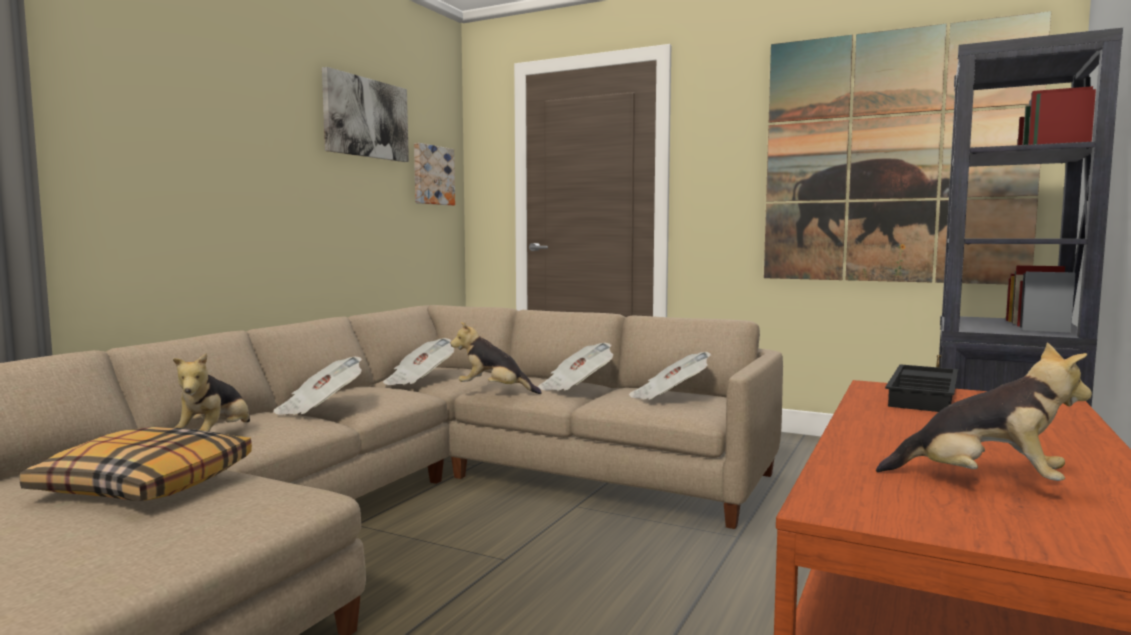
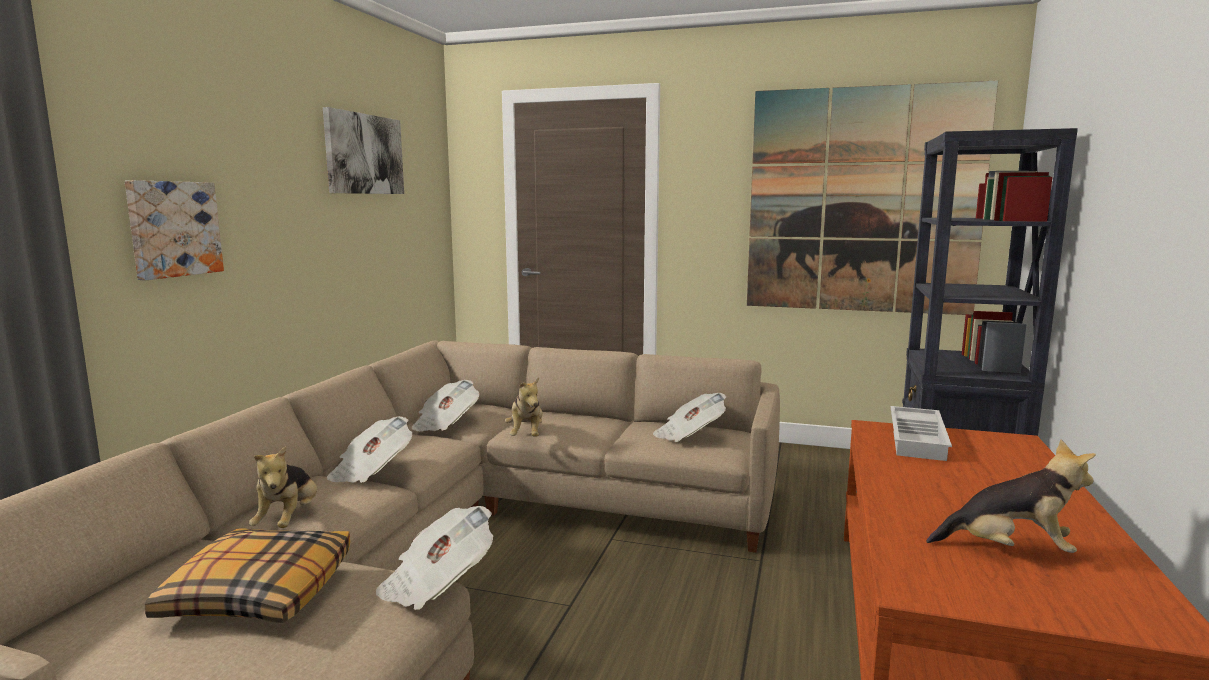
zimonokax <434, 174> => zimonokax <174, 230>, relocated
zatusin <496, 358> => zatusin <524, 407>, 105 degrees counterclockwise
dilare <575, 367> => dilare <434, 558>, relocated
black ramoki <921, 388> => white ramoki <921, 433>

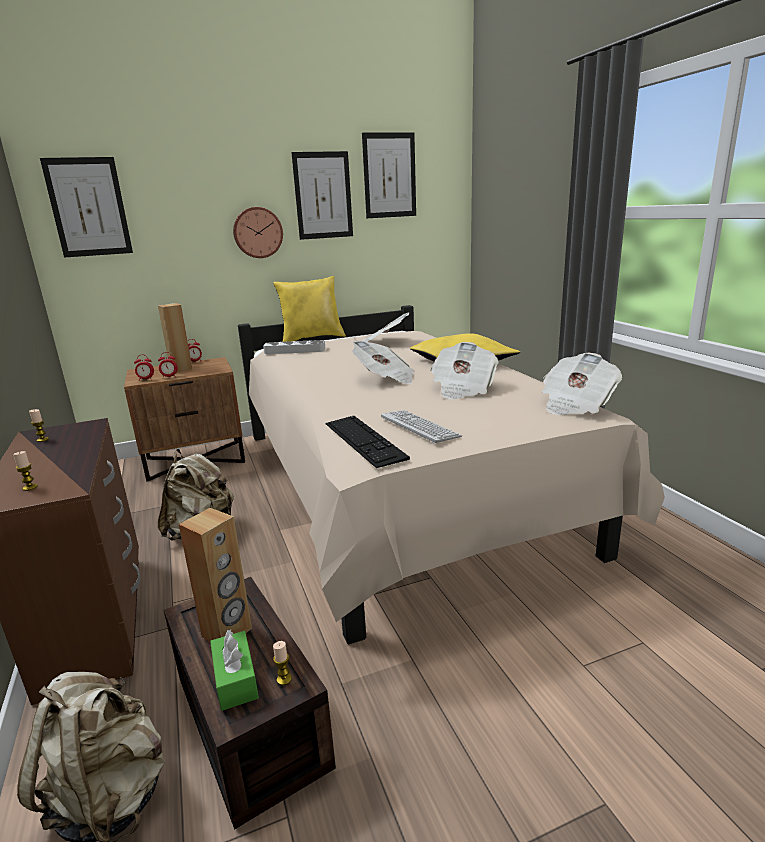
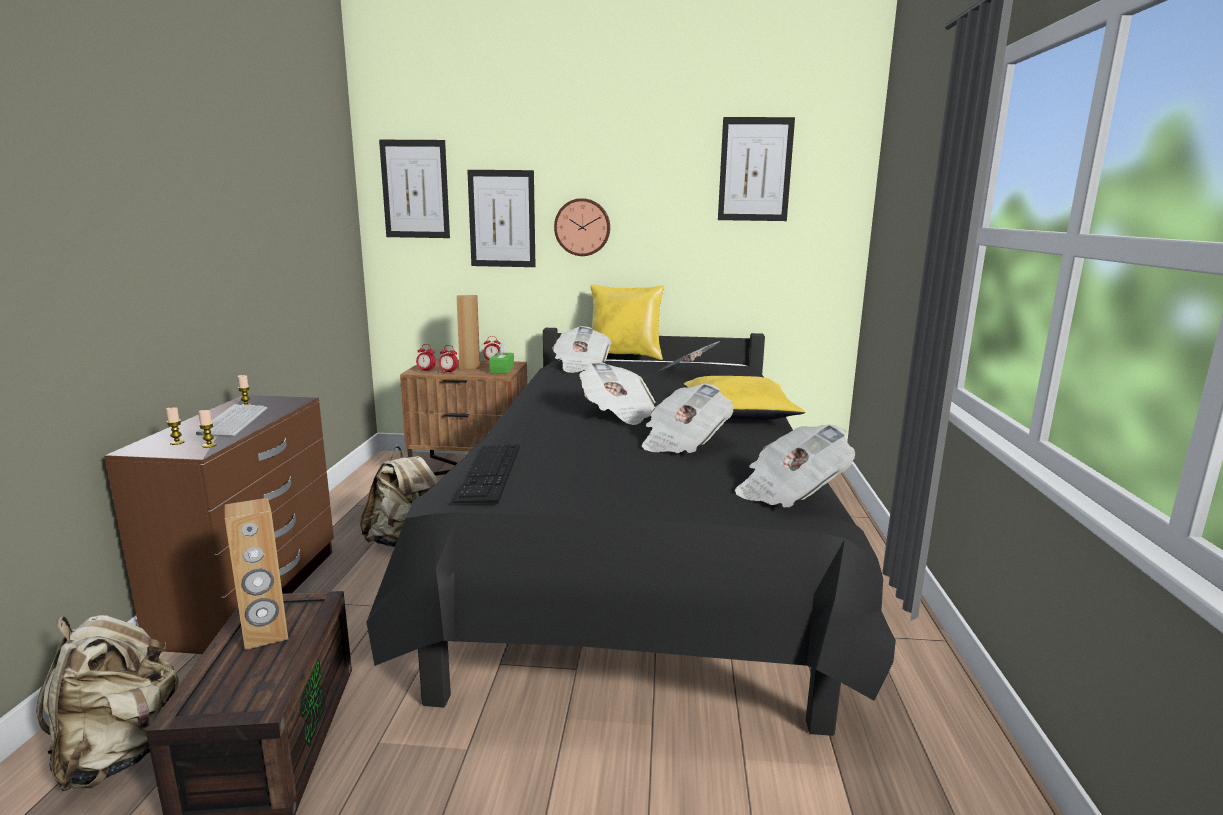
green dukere <234, 670> => green dukere <501, 358>, relocated
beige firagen <451, 475> => black firagen <631, 532>
grey ramoki <294, 347> => dilare <582, 349>
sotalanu <282, 663> => sotalanu <207, 429>, relocated
zimonokax <322, 195> => zimonokax <501, 218>, relocated
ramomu <421, 426> => ramomu <231, 420>, relocated

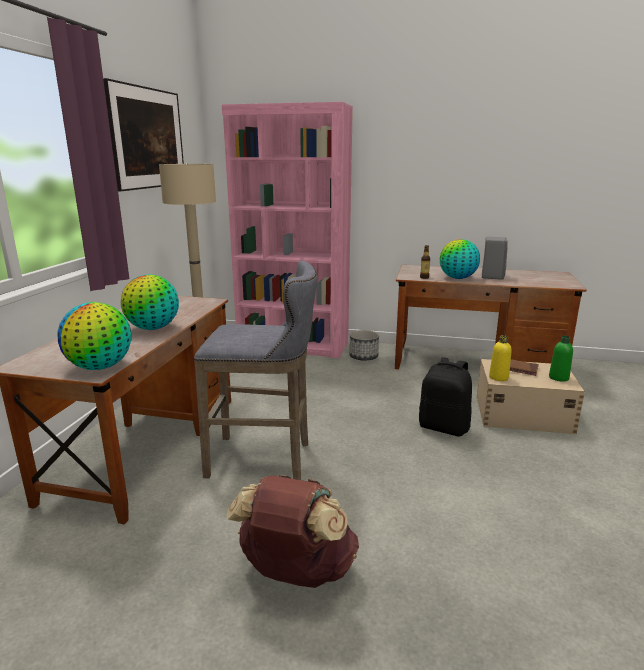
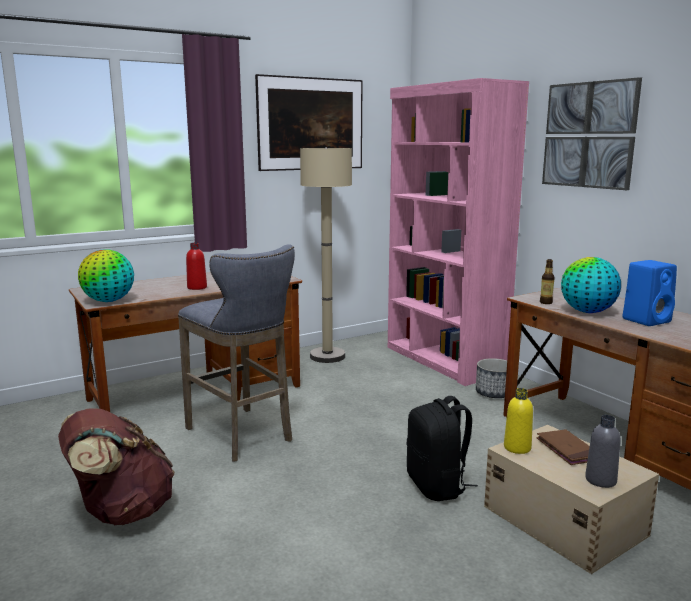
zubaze <150, 302> => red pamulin <196, 266>
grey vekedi <495, 258> => blue vekedi <649, 293>
green pamulin <561, 359> => grey pamulin <603, 451>
nothing => zimonokax <592, 133>

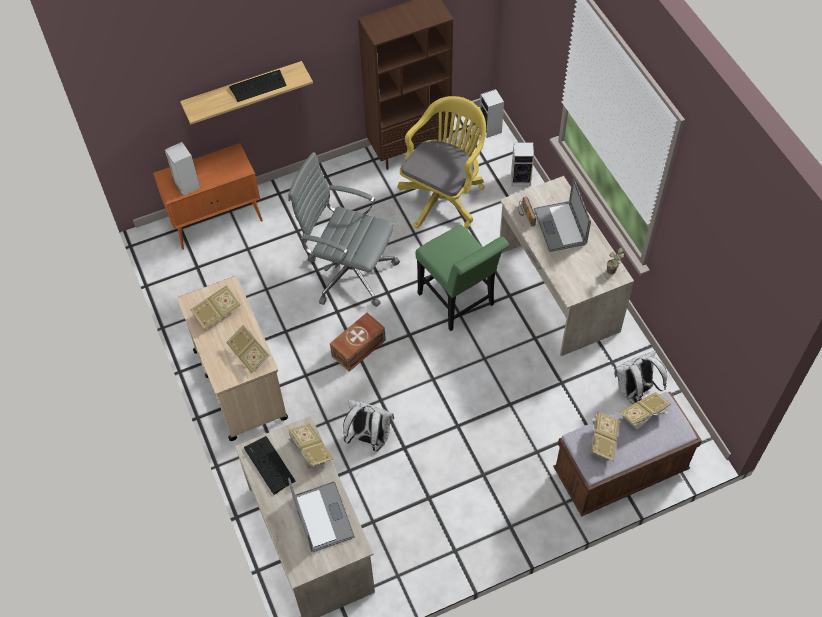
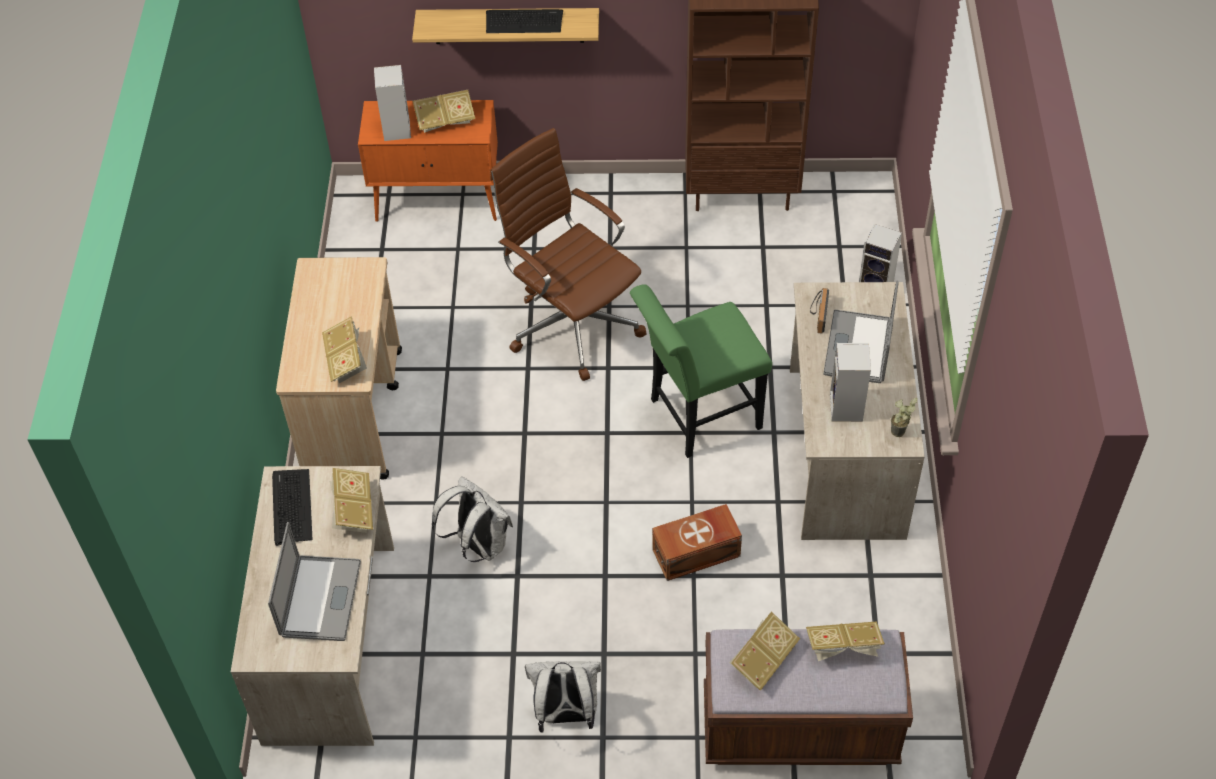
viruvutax <215, 307> => viruvutax <444, 111>, relocated
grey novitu <344, 229> => brown novitu <568, 254>
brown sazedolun <358, 342> => brown sazedolun <697, 542>, relocated
yellow novitu <441, 162> => nothing
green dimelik <462, 278> => green dimelik <701, 371>, 75 degrees clockwise
vekedi <492, 113> => vekedi <850, 382>, relocated
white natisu <641, 377> => white natisu <563, 697>, relocated

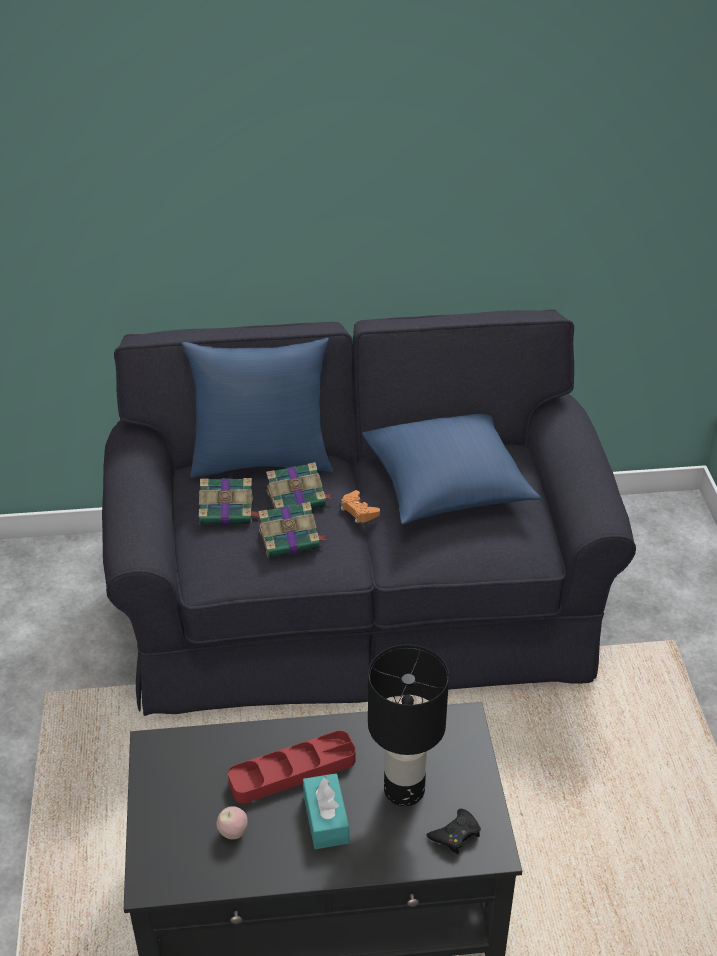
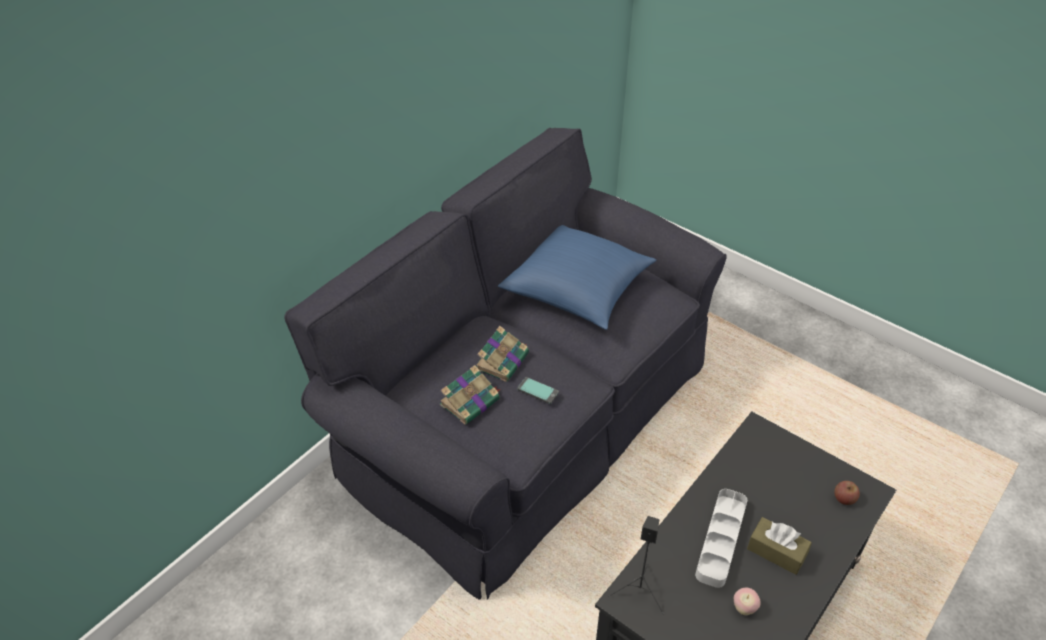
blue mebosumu <257, 408> => nothing
red ramoki <292, 767> => grey ramoki <721, 538>
viruvutax <293, 529> => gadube <538, 390>
turquoise dukere <326, 811> => brown dukere <779, 546>
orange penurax <360, 506> => nothing
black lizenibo <408, 725> => nothing
black penurax <454, 831> => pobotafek <847, 493>
nothing => black vekedi <636, 565>

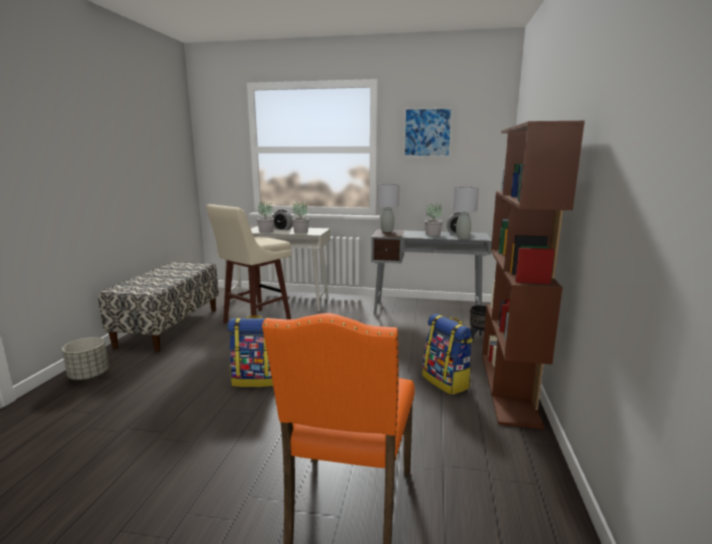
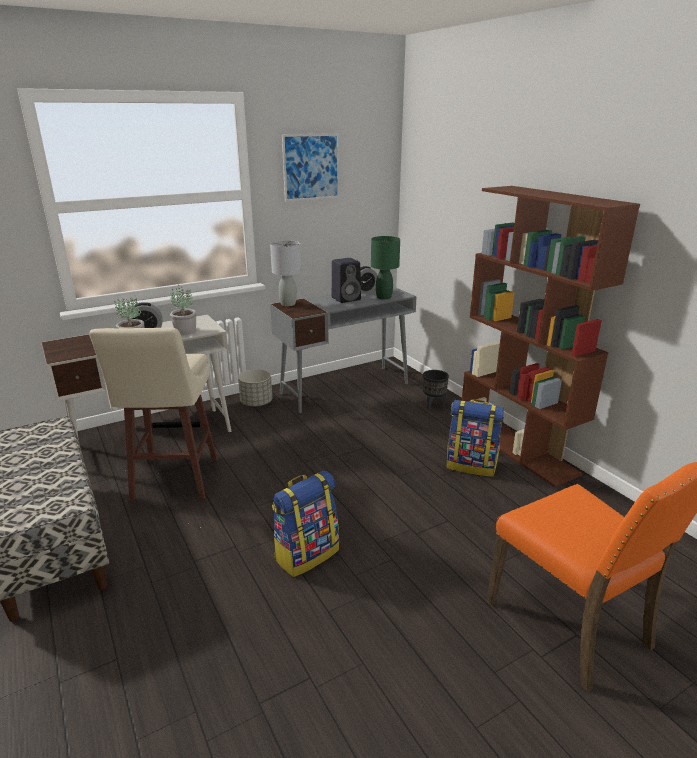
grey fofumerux <85, 358> => grey fofumerux <255, 388>, relocated
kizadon <434, 220> => black vekedi <346, 280>
grey lizenibo <465, 212> => green lizenibo <385, 268>

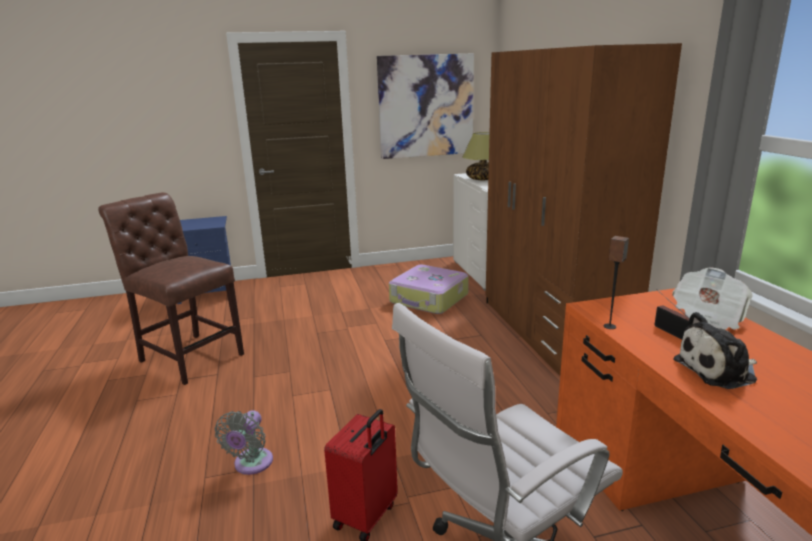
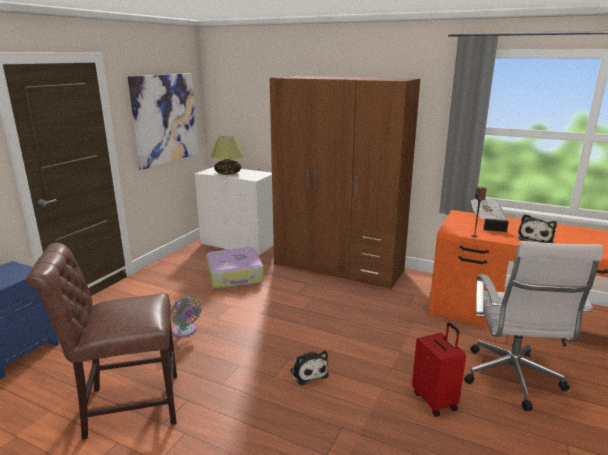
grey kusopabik <244, 442> => grey kusopabik <186, 316>, relocated
nothing => zatusin <309, 368>

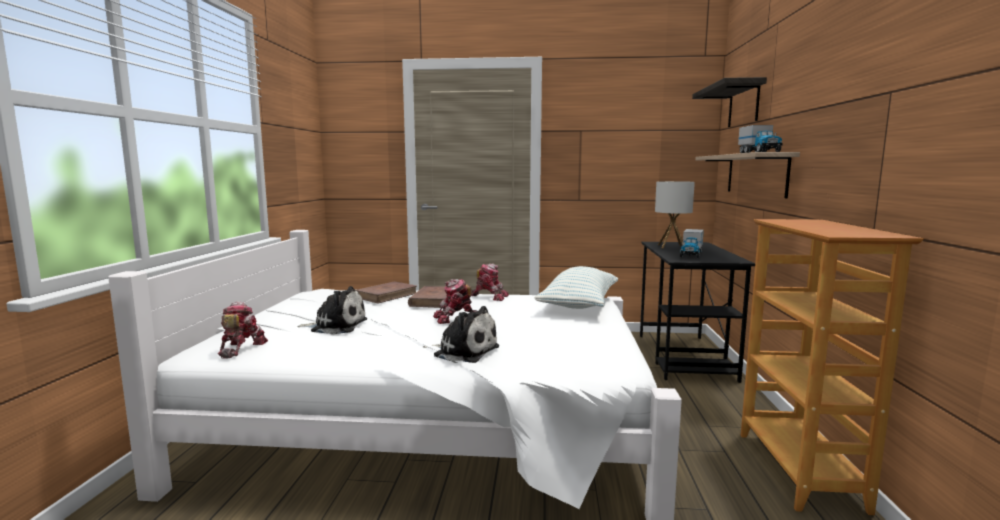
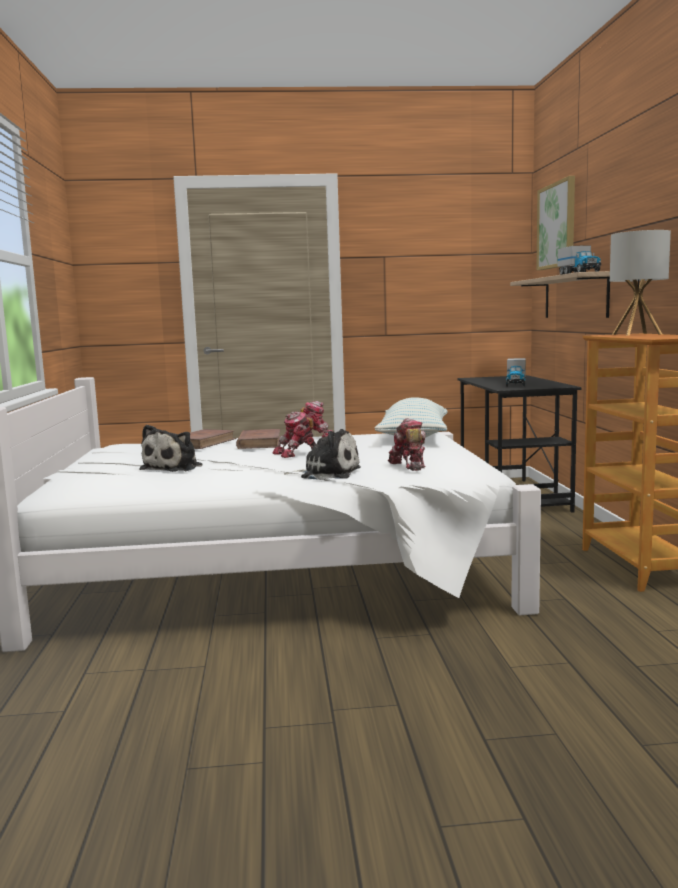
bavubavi <243, 330> => bavubavi <406, 444>, relocated
zatusin <332, 310> => zatusin <171, 448>, 120 degrees clockwise
lizenibo <675, 214> => lizenibo <640, 283>, relocated
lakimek <729, 102> => zimonokax <555, 223>

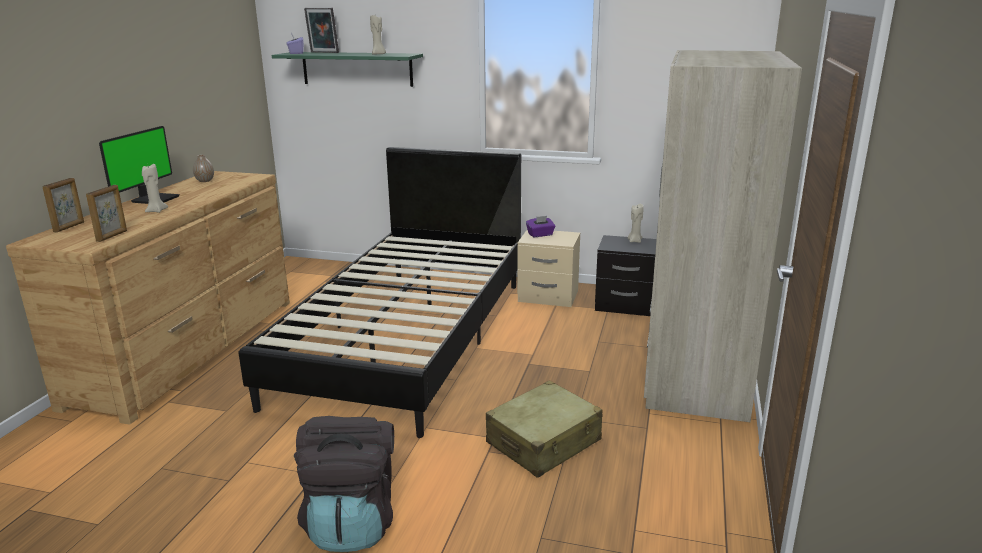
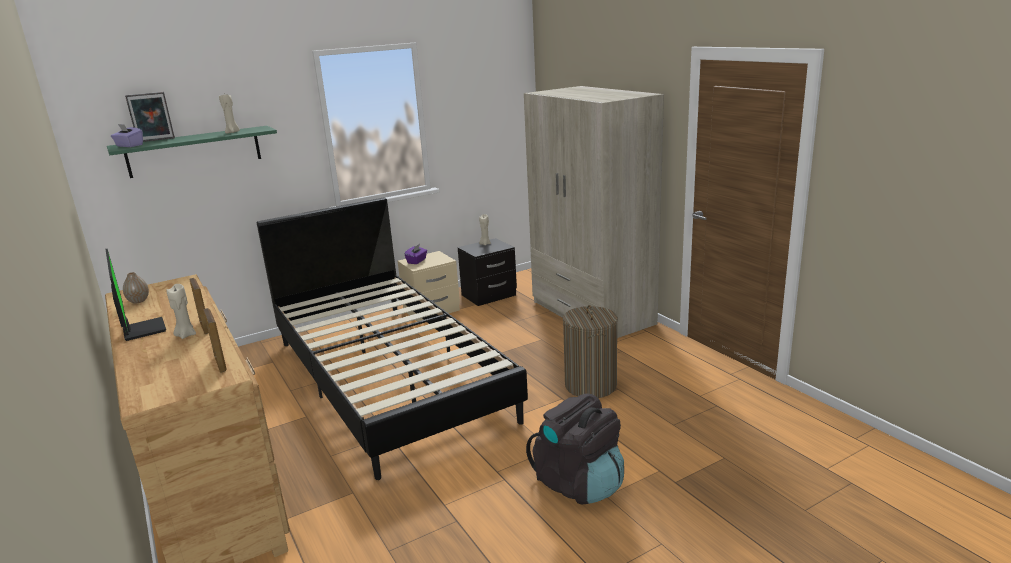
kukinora <63, 205> => kukinora <199, 306>, relocated
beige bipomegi <544, 429> => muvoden <590, 351>

